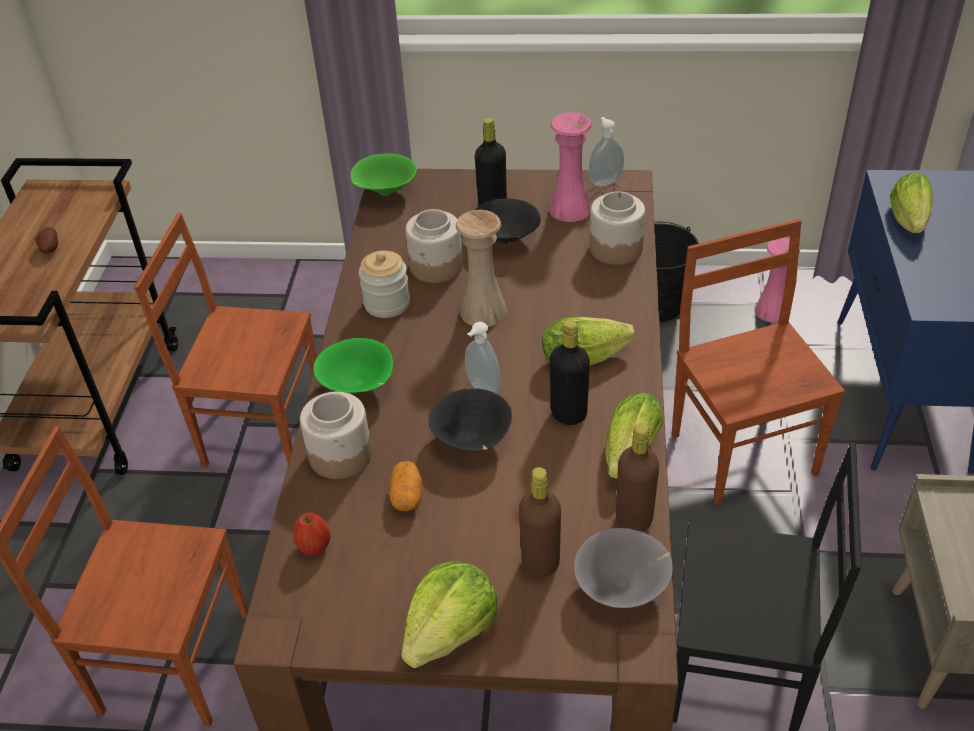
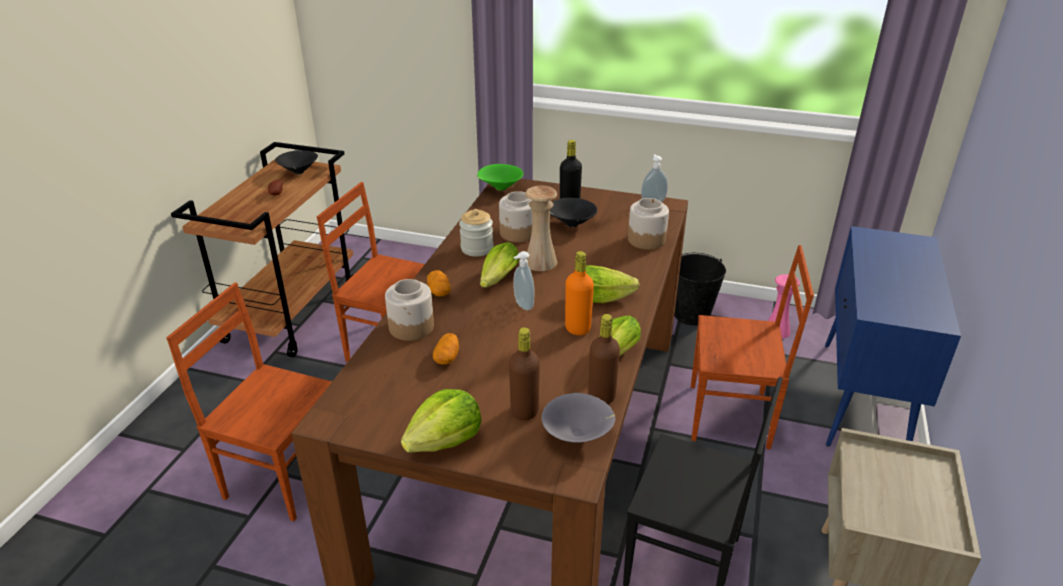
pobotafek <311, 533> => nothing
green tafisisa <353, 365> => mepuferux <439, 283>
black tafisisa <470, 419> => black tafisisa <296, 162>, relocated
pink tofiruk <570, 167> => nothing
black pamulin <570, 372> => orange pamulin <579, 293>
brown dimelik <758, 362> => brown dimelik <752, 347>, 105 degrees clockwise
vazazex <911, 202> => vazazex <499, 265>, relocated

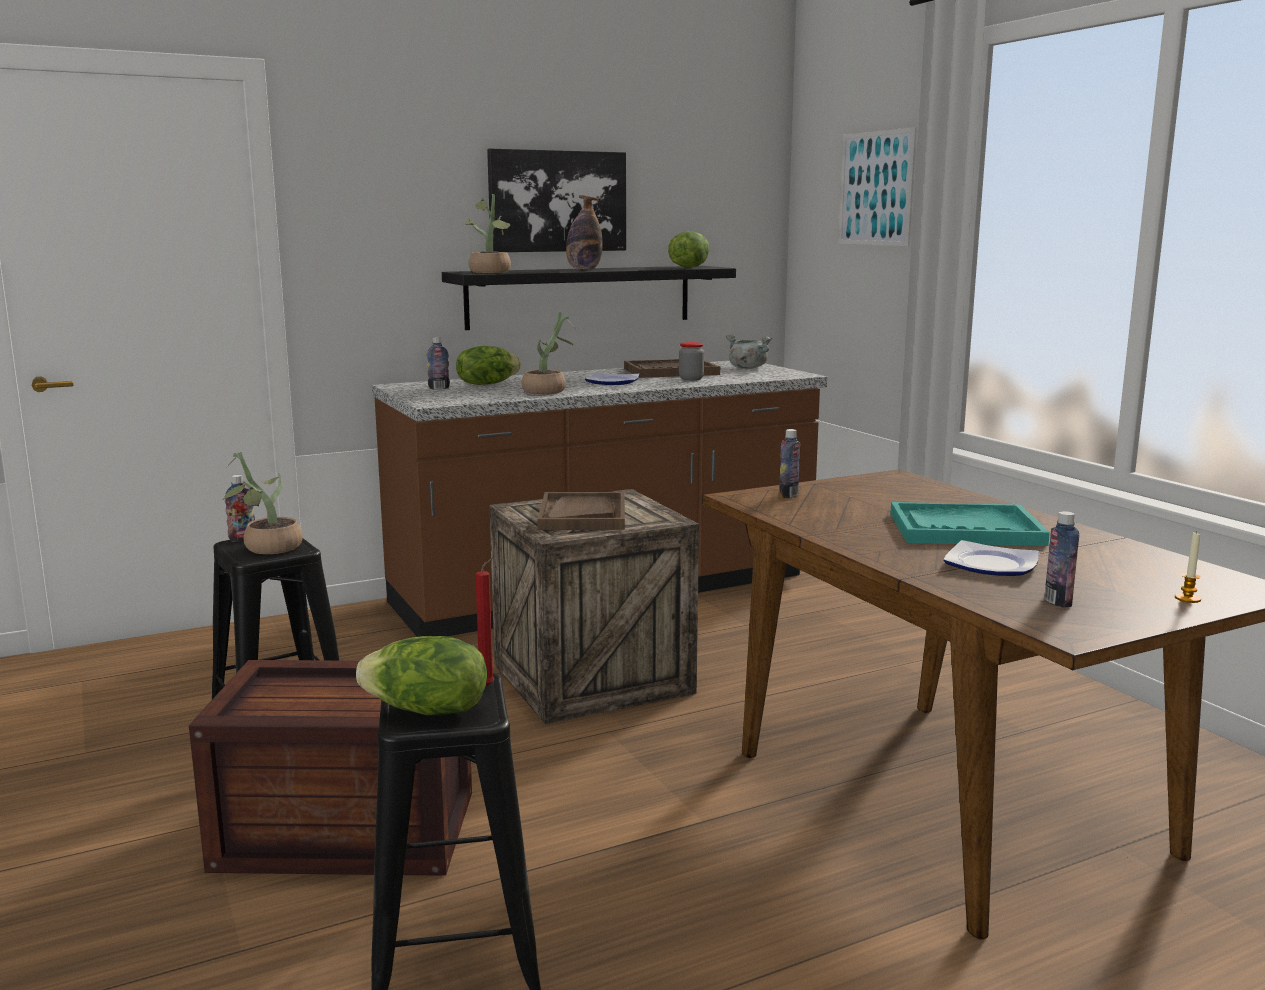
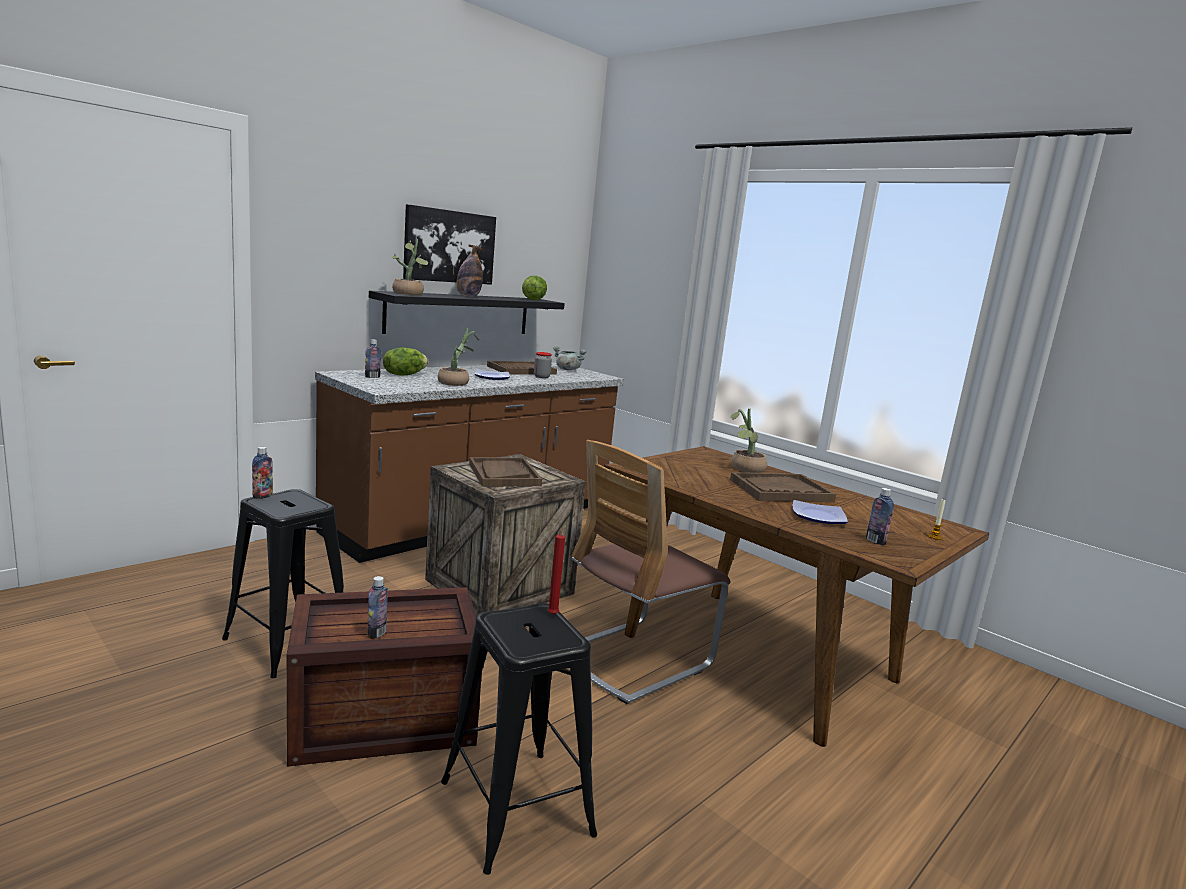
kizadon <263, 503> => kizadon <749, 440>, relocated
vazazex <421, 675> => nothing
pamulin <789, 463> => pamulin <377, 607>, relocated
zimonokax <877, 186> => nothing
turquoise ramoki <970, 524> => brown ramoki <783, 487>
nothing => dimelik <651, 572>

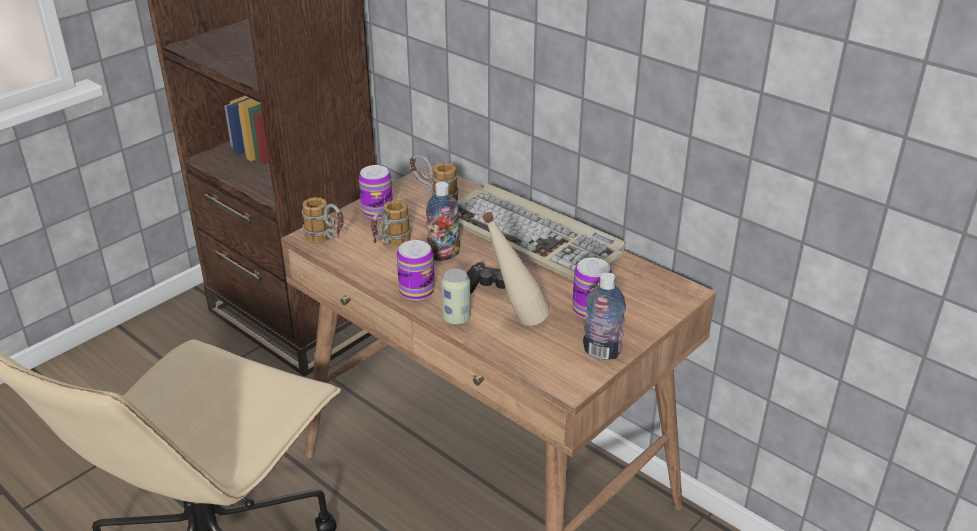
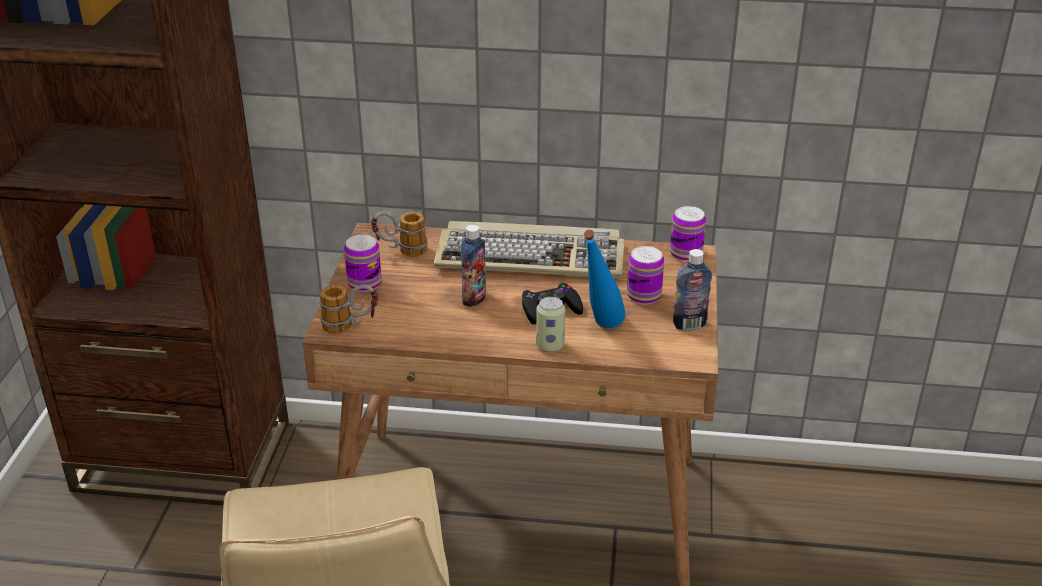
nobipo <391, 223> => nothing
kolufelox <416, 270> => kolufelox <688, 233>, relocated
beige pamulin <515, 269> => blue pamulin <604, 279>

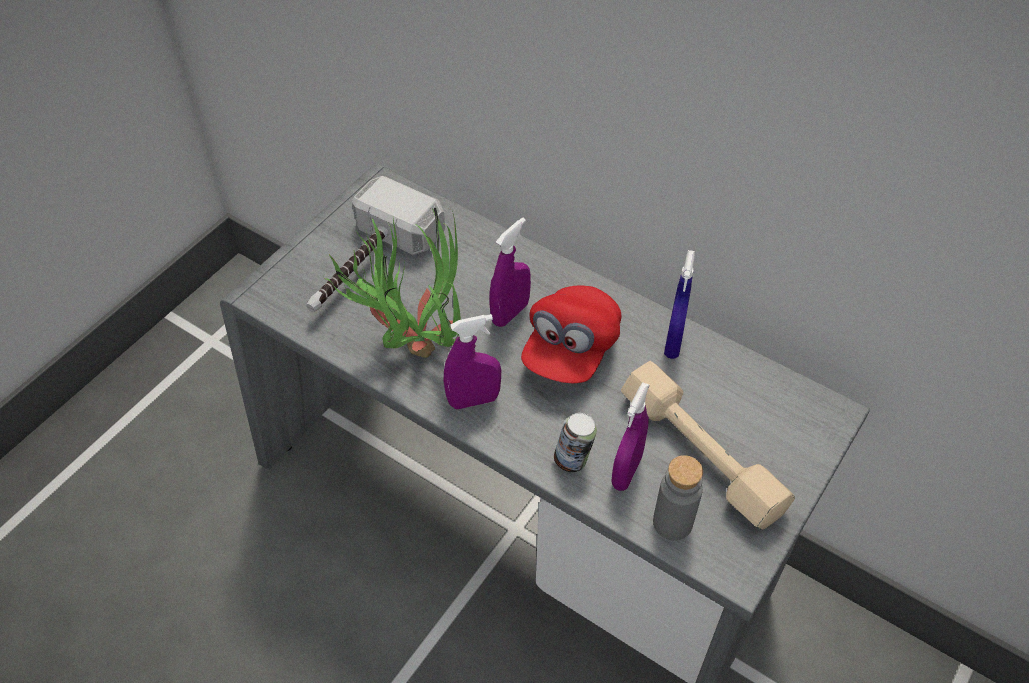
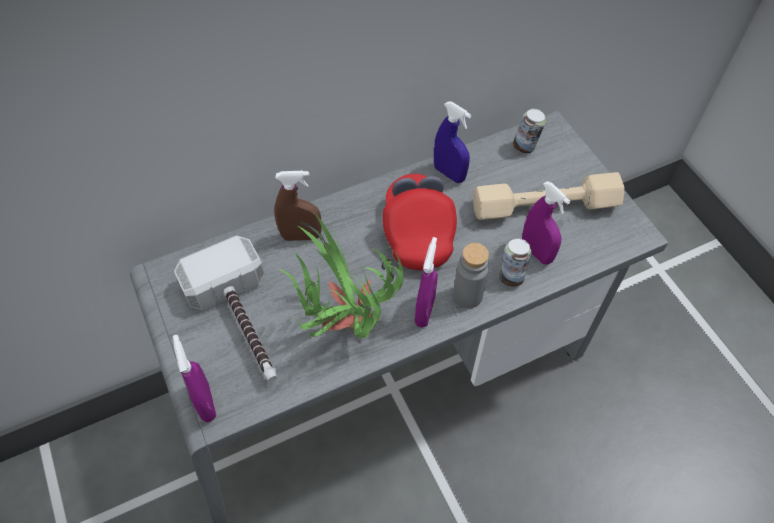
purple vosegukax <510, 272> => purple vosegukax <194, 378>, relocated
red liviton <571, 334> => red liviton <420, 222>, 150 degrees counterclockwise
grey pamulin <678, 498> => grey pamulin <471, 275>, relocated
nothing => brown vosegukax <298, 206>
nothing => kolufelox <529, 131>

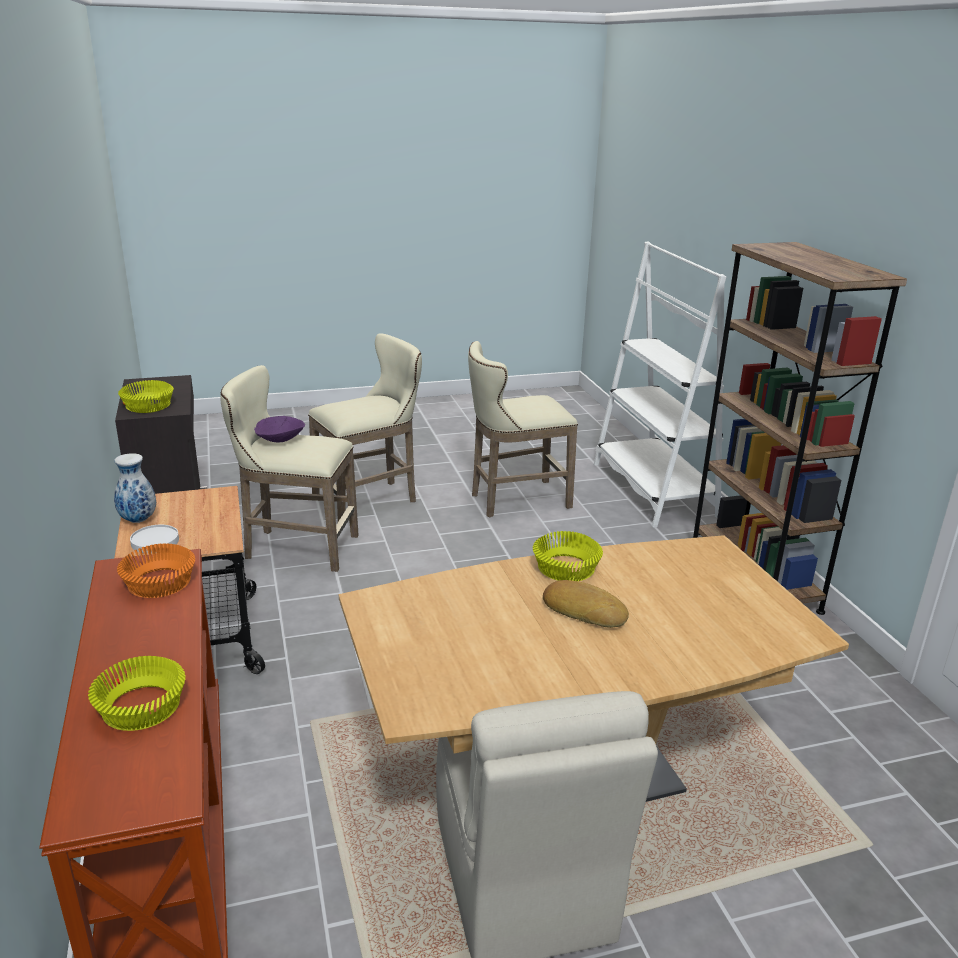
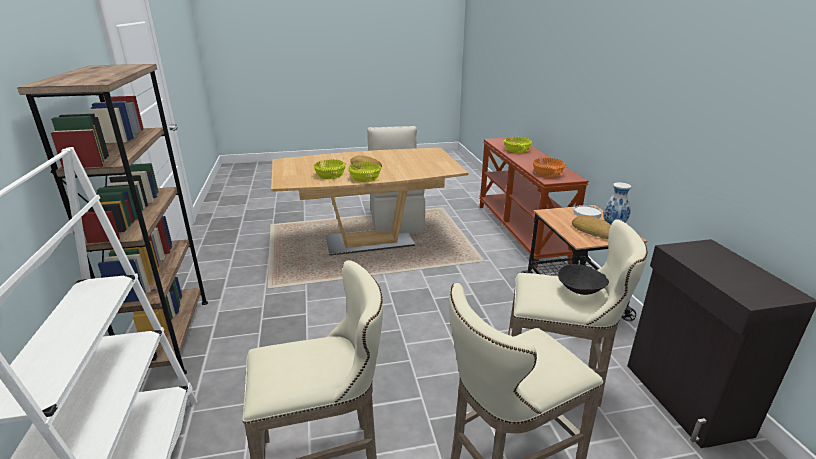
yellow tafisisa <146, 396> => yellow tafisisa <329, 169>, relocated
purple tafisisa <279, 429> => black tafisisa <583, 279>
nothing => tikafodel <591, 227>

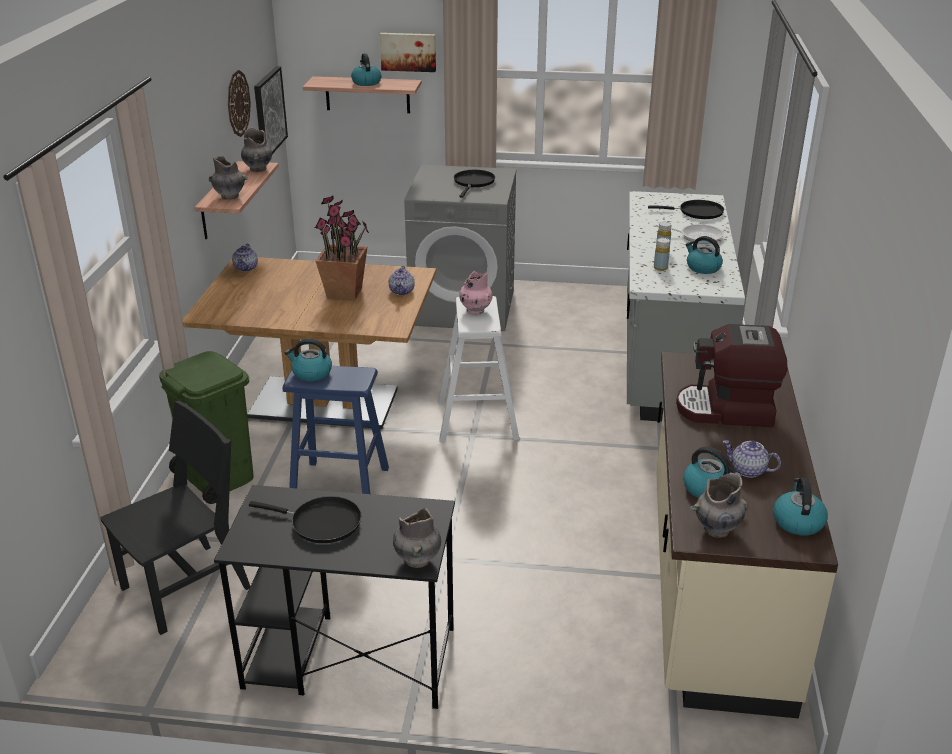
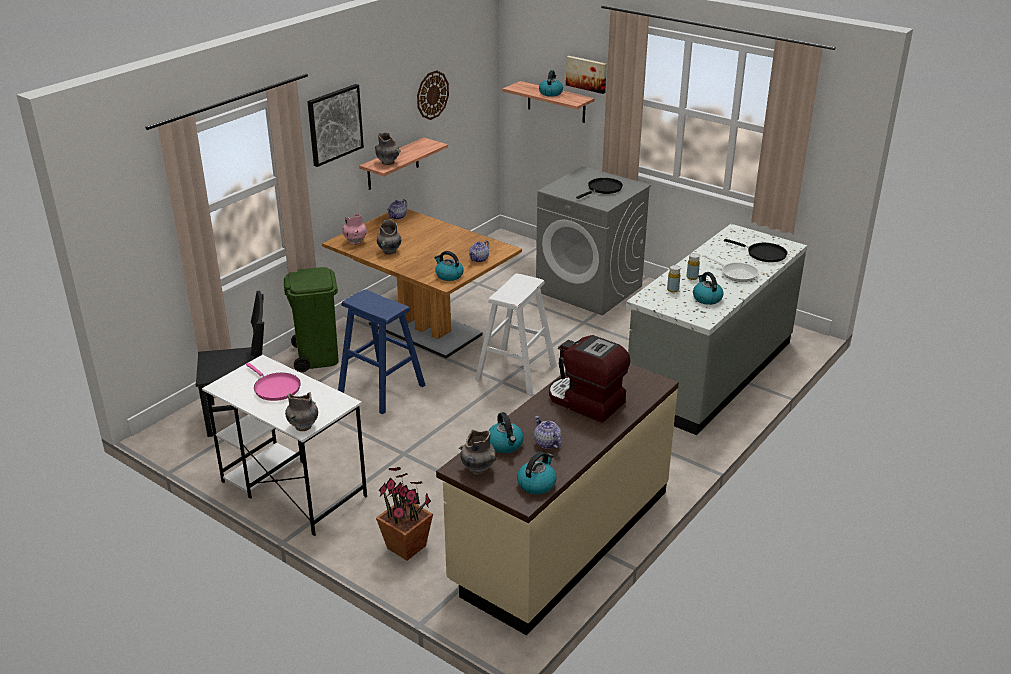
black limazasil <334, 597> => white limazasil <284, 445>
grey tofiruk <256, 150> => grey tofiruk <389, 236>, relocated
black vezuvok <305, 519> => pink vezuvok <273, 382>
zimonokax <271, 110> => zimonokax <335, 125>, relocated
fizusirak <308, 360> => fizusirak <449, 266>, relocated
kizadon <342, 247> => kizadon <404, 513>, relocated
pink tofiruk <476, 292> => pink tofiruk <354, 229>, relocated

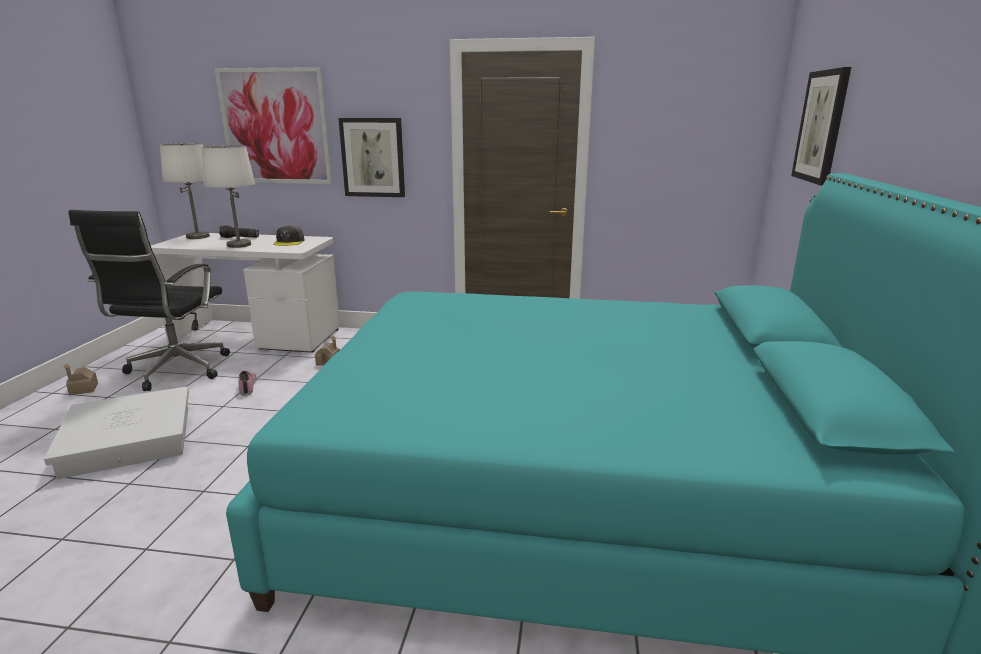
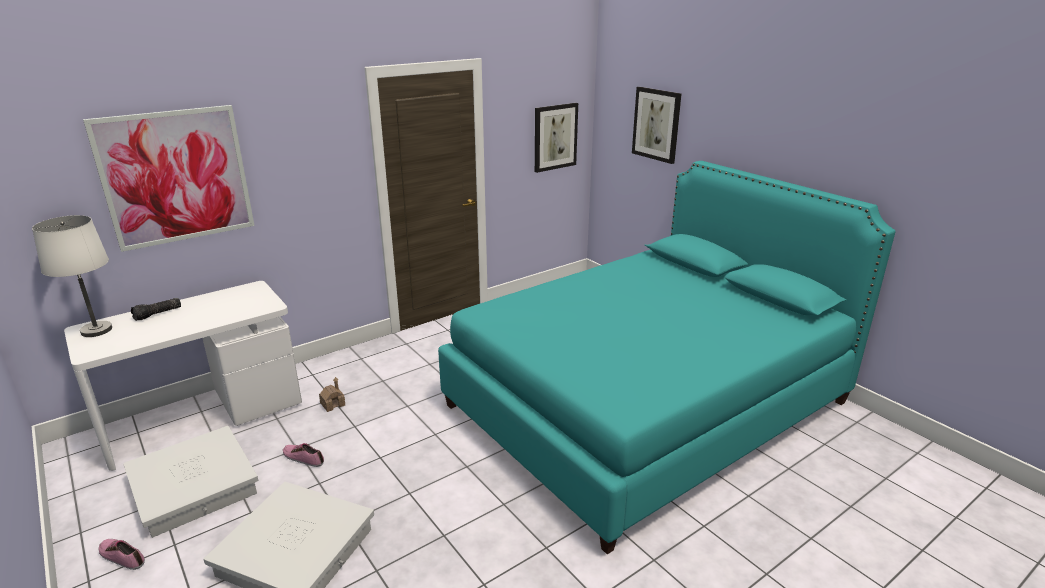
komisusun <81, 379> => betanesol <121, 554>
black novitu <149, 300> => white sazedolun <190, 482>
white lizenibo <228, 196> => nothing
grey liviton <289, 235> => nothing
zimonokax <371, 157> => zimonokax <556, 138>, relocated

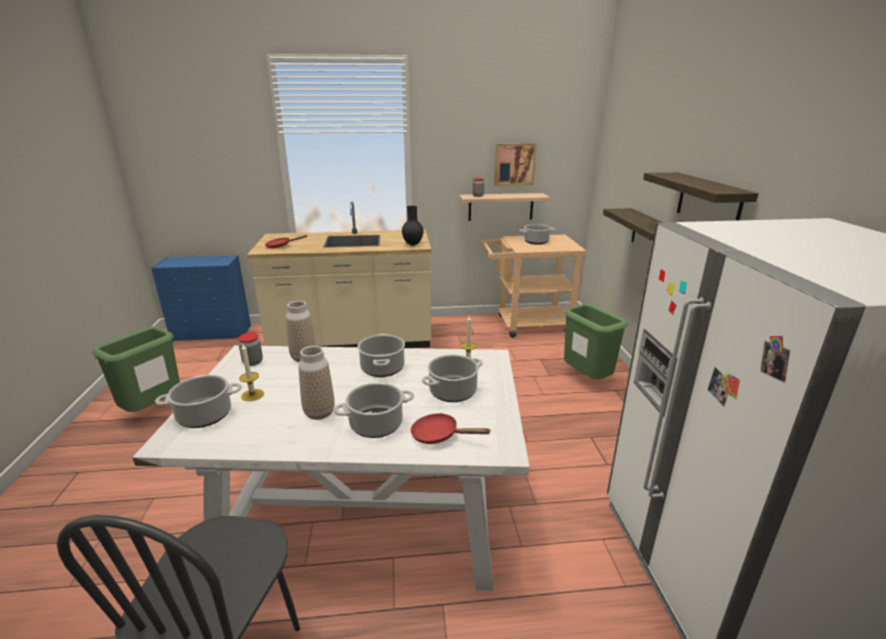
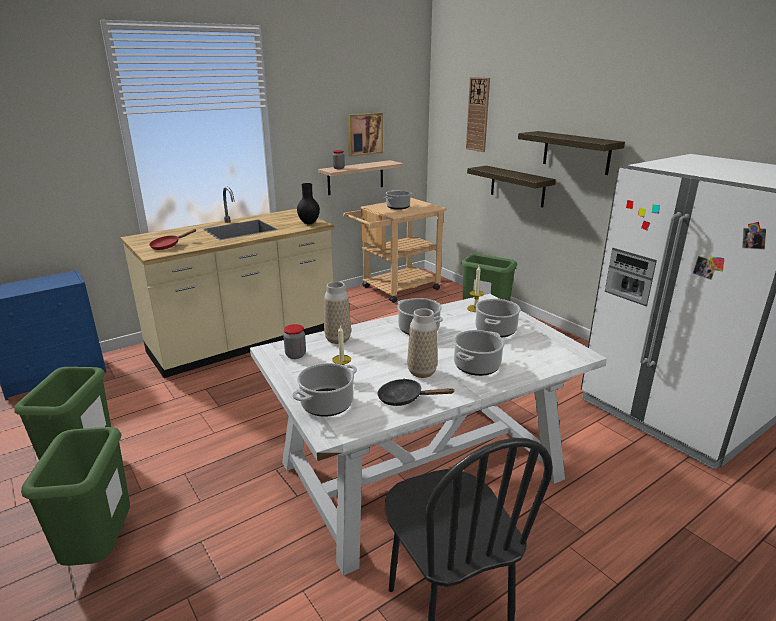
red vezuvok <450, 428> => nothing
nothing => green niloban <75, 496>
nothing => black vezuvok <415, 392>
nothing => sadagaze <478, 114>

